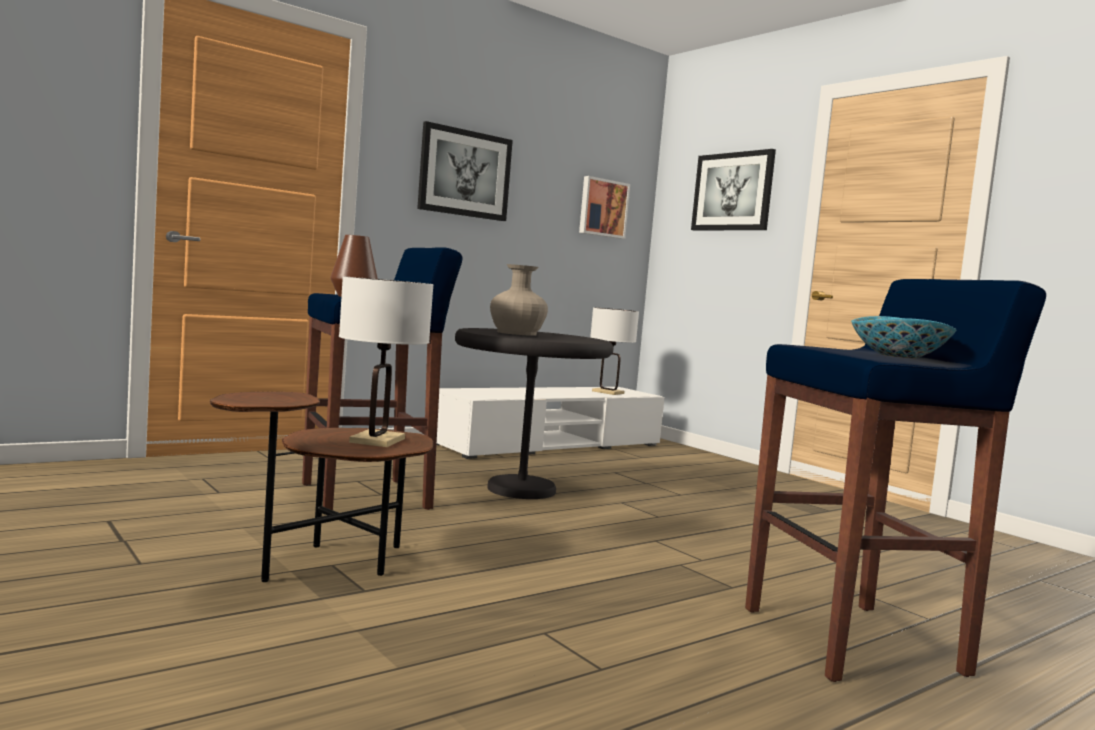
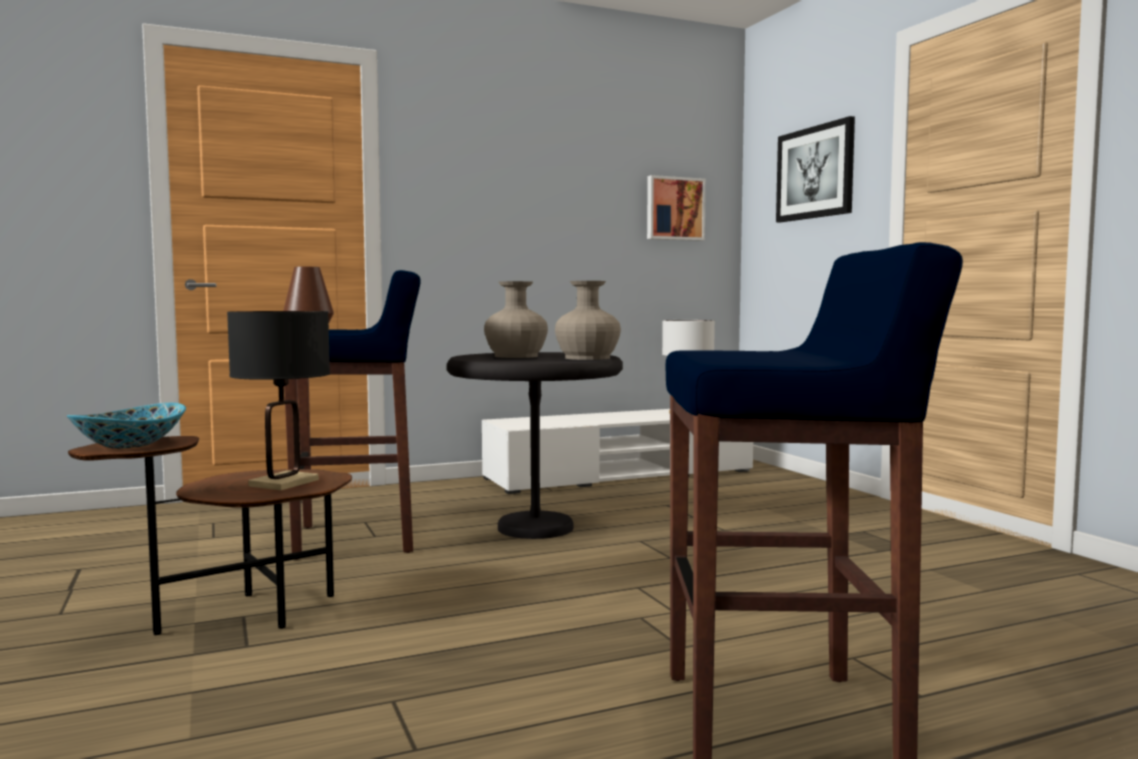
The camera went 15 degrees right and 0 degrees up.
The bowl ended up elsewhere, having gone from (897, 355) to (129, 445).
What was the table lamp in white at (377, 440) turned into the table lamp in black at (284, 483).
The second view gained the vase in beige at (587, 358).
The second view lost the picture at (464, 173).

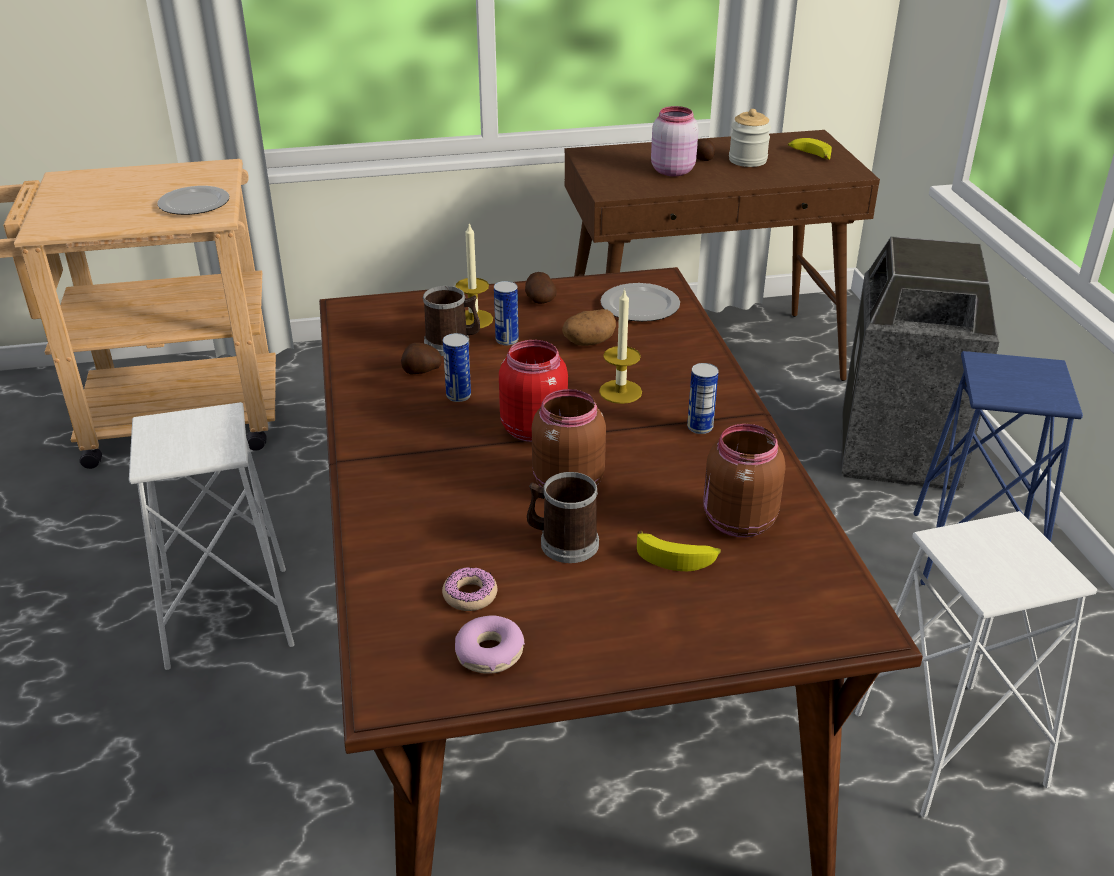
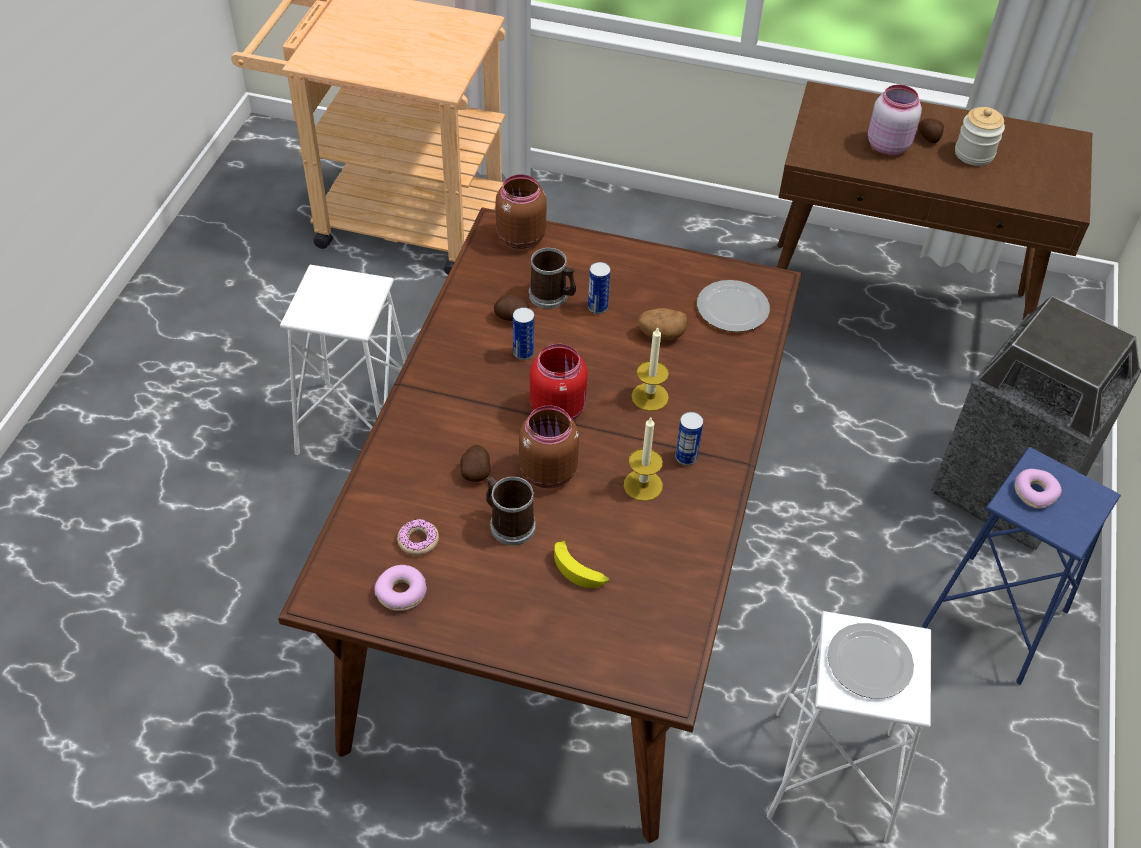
The camera went 25 degrees right and 15 degrees up.
The potato ended up elsewhere, having gone from (539, 300) to (476, 471).
The jar in brown ended up elsewhere, having gone from (736, 522) to (519, 237).
The candle ended up elsewhere, having gone from (473, 319) to (643, 485).
The plate ended up elsewhere, having gone from (194, 204) to (869, 664).
The second view gained the donut at (1034, 492).
The second view lost the banana at (809, 155).

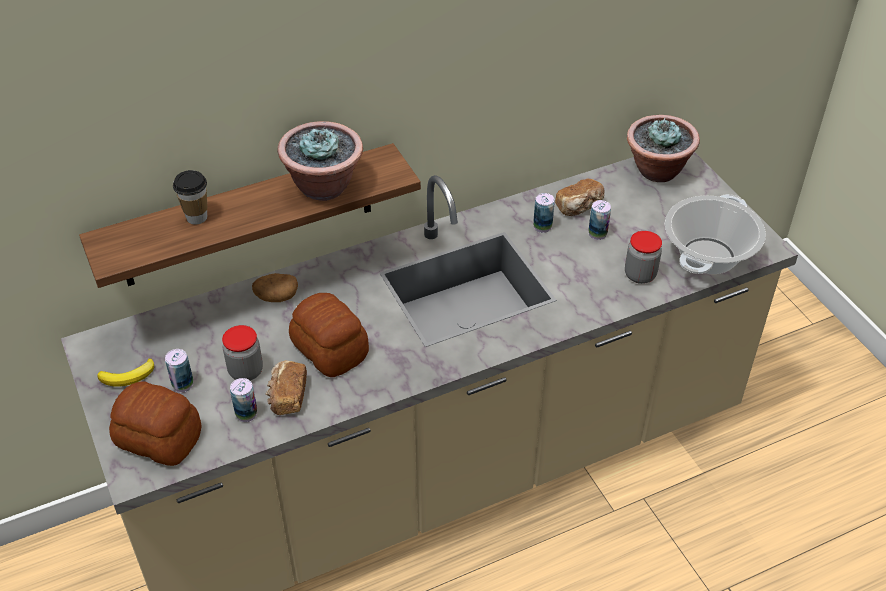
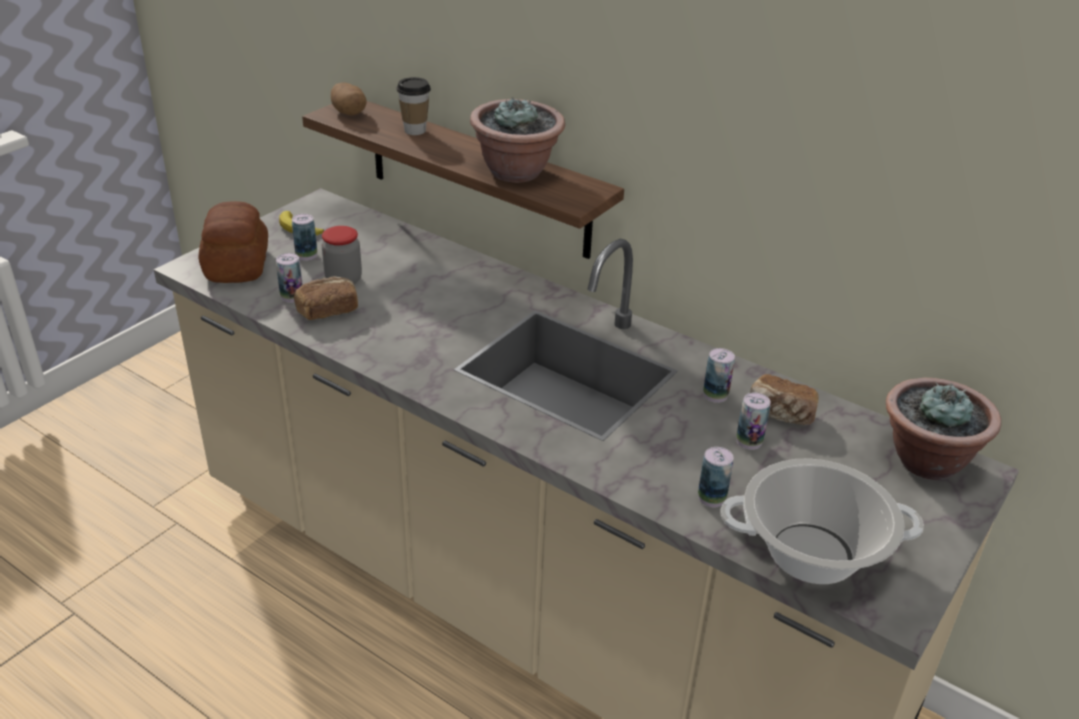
The camera went 60 degrees right and 10 degrees down.
The potato ended up elsewhere, having gone from (276, 297) to (349, 112).
Where the jar stood at (640, 275), the can came to stand at (711, 498).
The second view lost the bread at (330, 348).

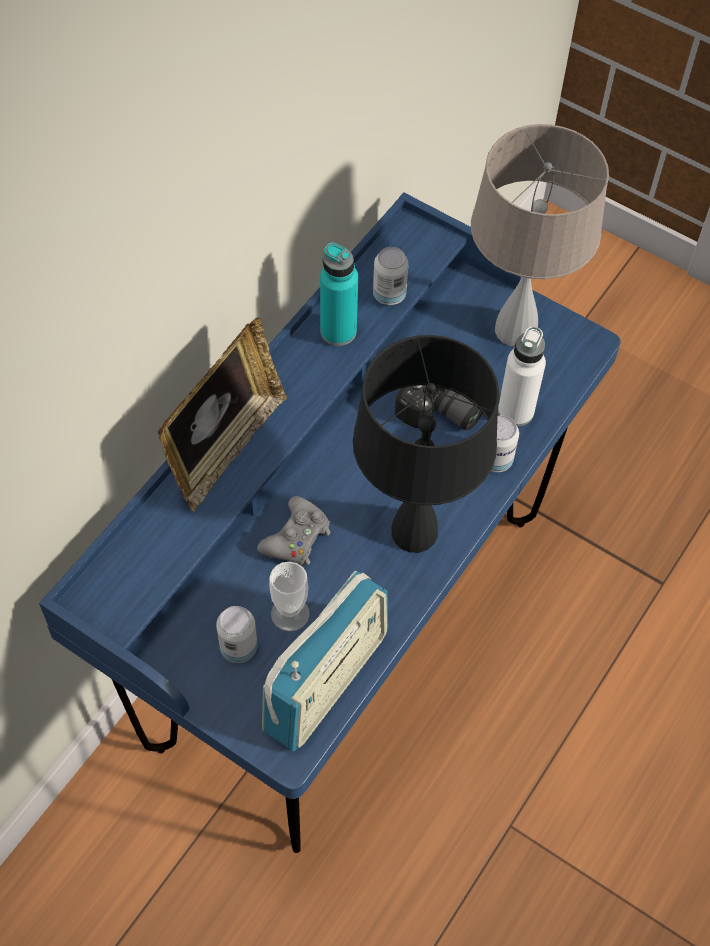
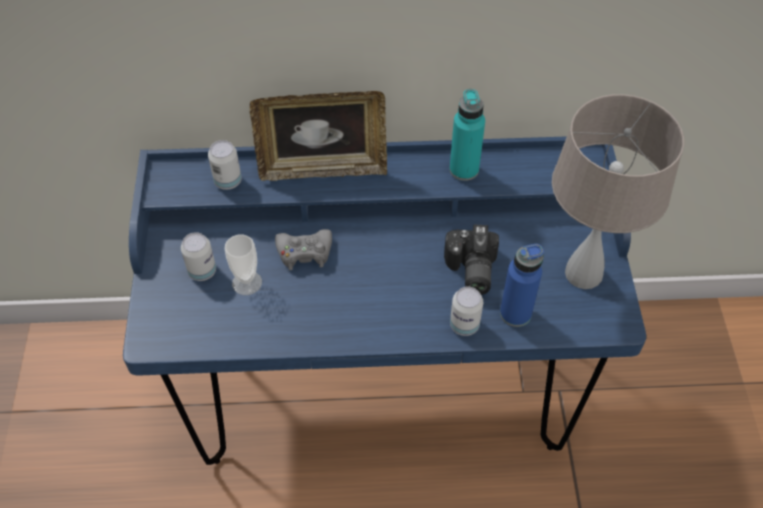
The camera went 55 degrees right and 5 degrees down.
The can ended up elsewhere, having gone from (389, 294) to (228, 181).
What was the bottle in white at (515, 411) turned into the bottle in blue at (515, 313).
The second view lost the radio at (326, 681).
The second view lost the table lamp in black at (415, 531).

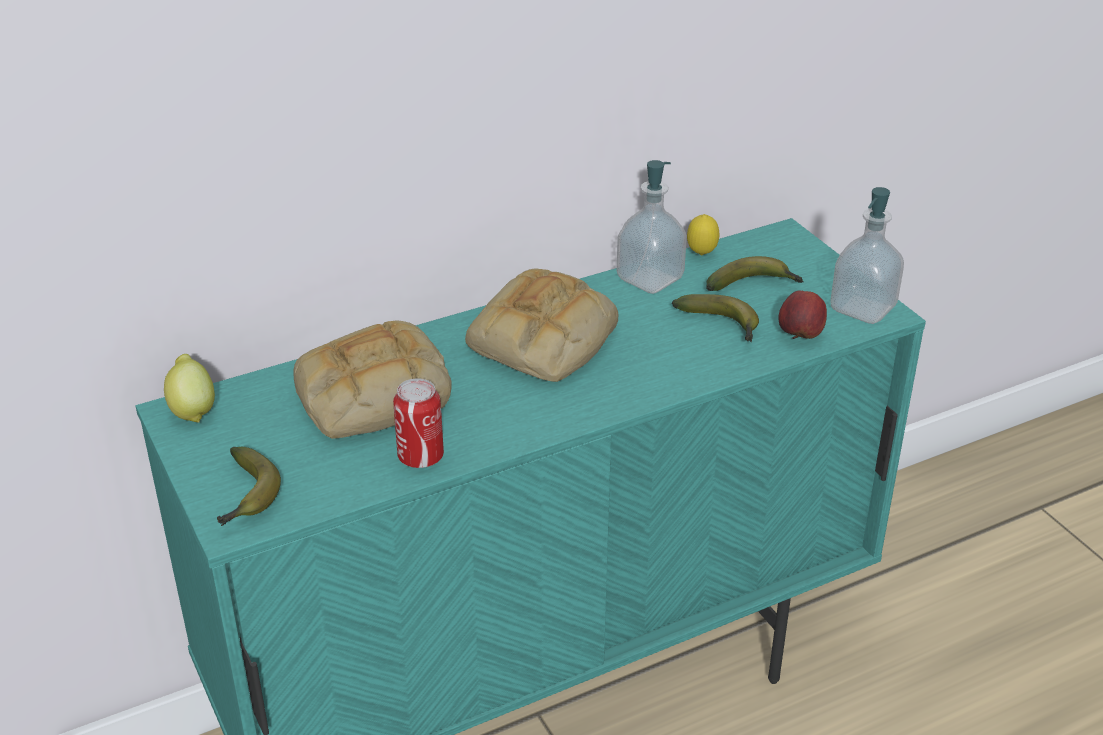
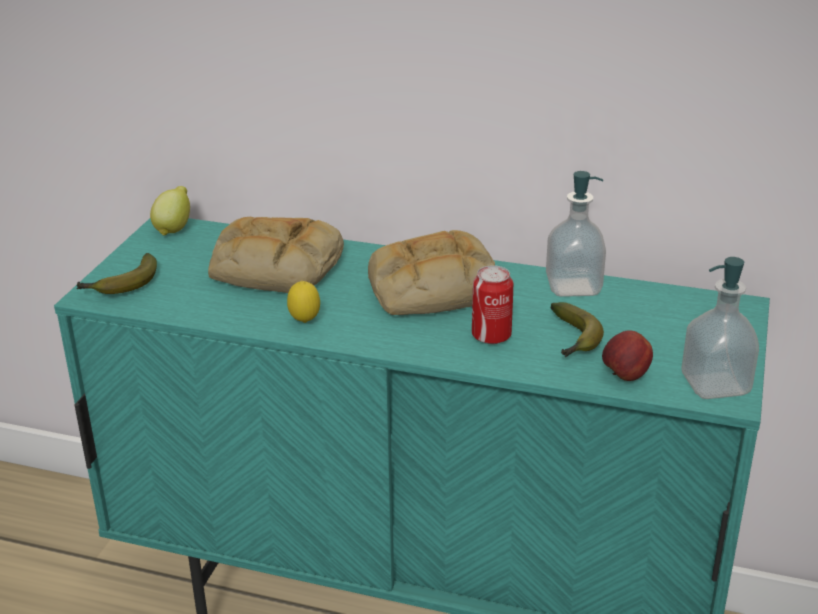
The camera went 45 degrees right and 5 degrees down.
The lemon ended up elsewhere, having gone from (701, 254) to (305, 322).
The can ended up elsewhere, having gone from (420, 457) to (491, 336).
The second view lost the banana at (754, 286).

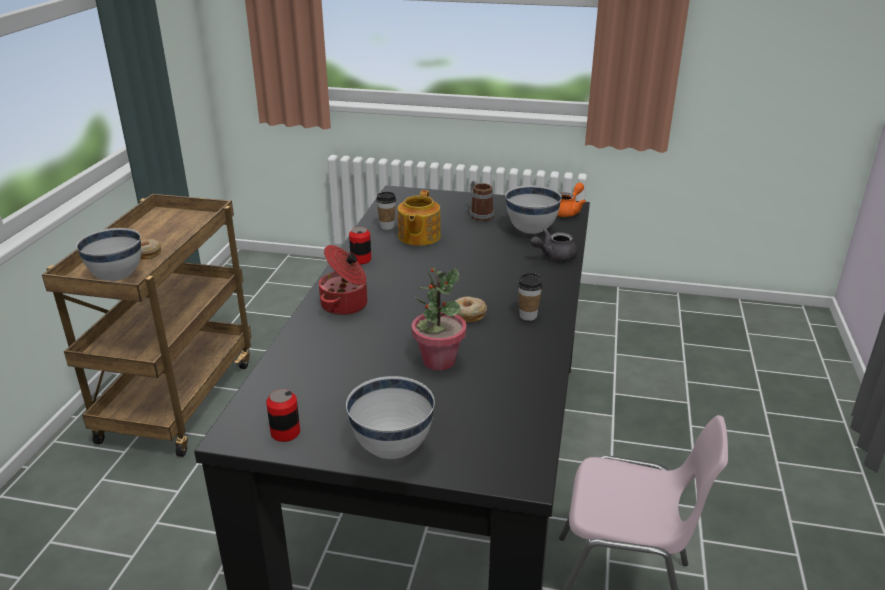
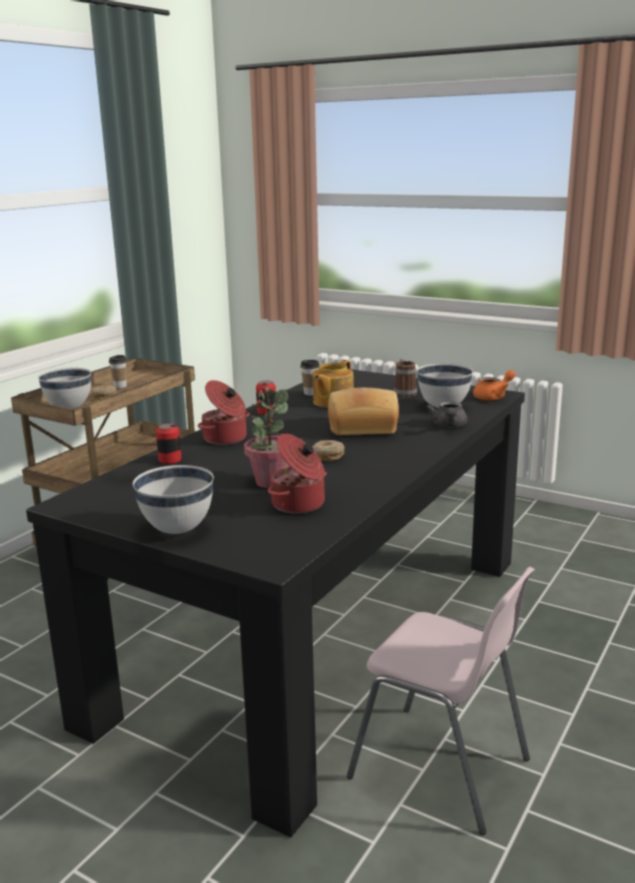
The camera went 20 degrees right and 10 degrees down.
The cup ended up elsewhere, having gone from (528, 316) to (120, 386).
The can ended up elsewhere, having gone from (285, 432) to (170, 460).
The second view gained the cooking pot at (299, 504).
The second view gained the bread at (363, 427).
The teapot in grey at (554, 256) ended up facing another way, 75 degrees counterclockwise from before.

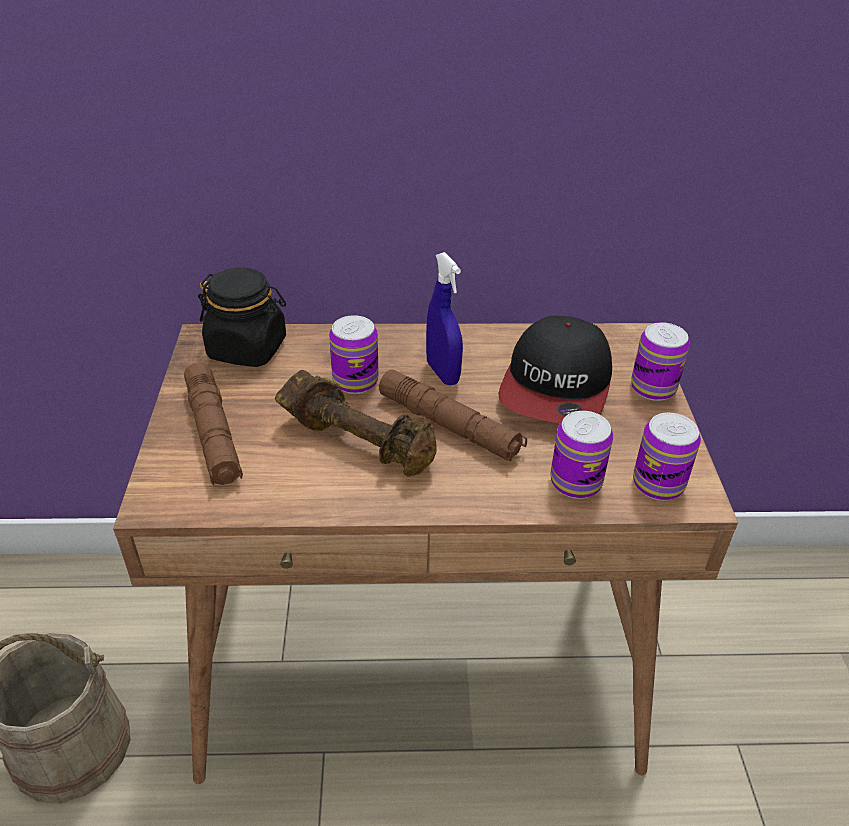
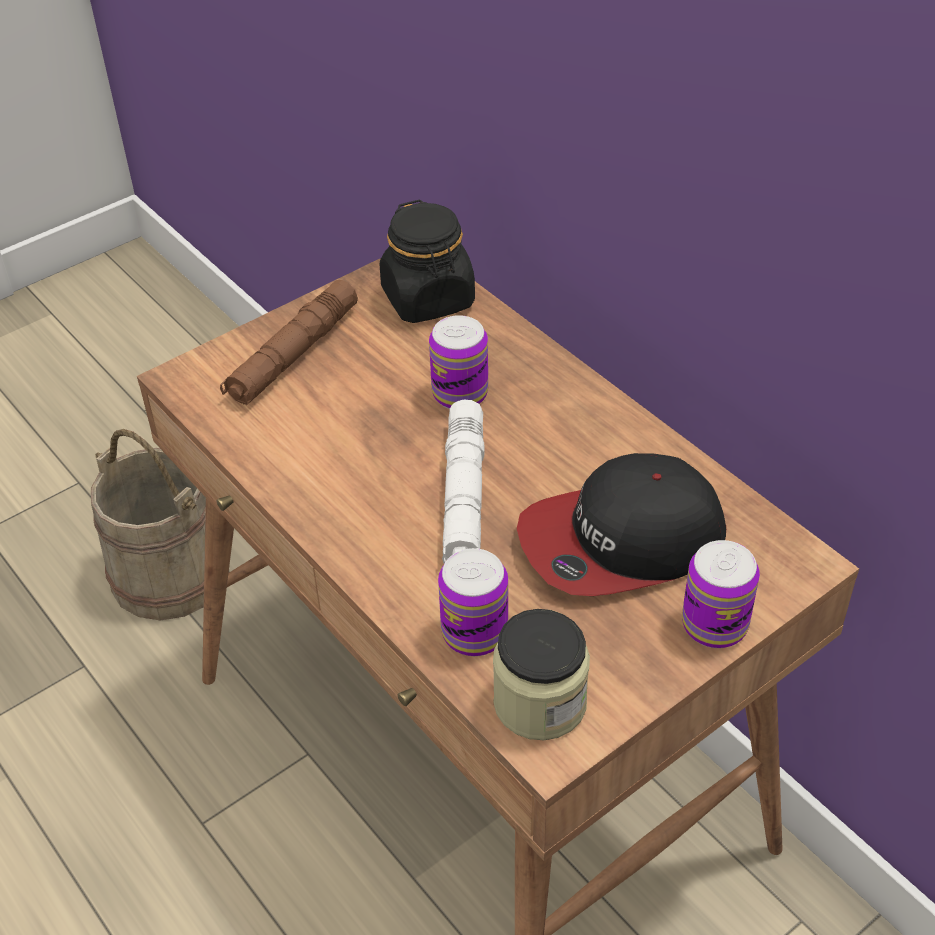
The camera went 55 degrees right and 5 degrees up.
What was the flashlight in brown at (449, 425) turned into the flashlight in white at (464, 495).
Where the can stood at (658, 484), the jar came to stand at (540, 703).
The second view lost the dumbbell in brown at (359, 442).
The second view lost the spray bottle in blue at (442, 373).

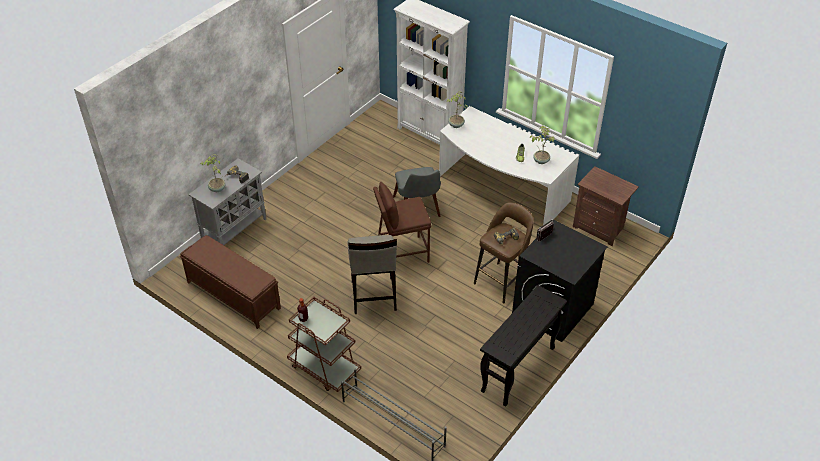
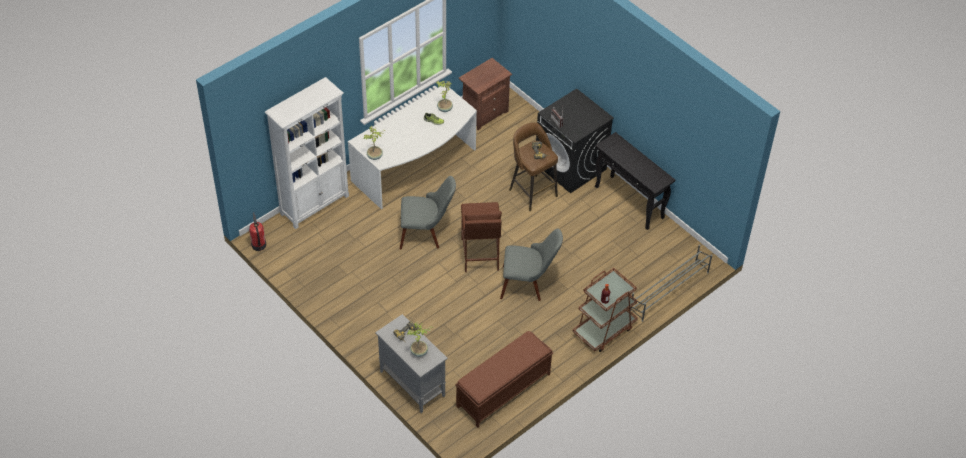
The camera went 80 degrees left and 5 degrees up.
The second view gained the fire extinguisher at (258, 245).
Where the stool in beige stood at (373, 296), the chair in grey came to stand at (528, 284).

